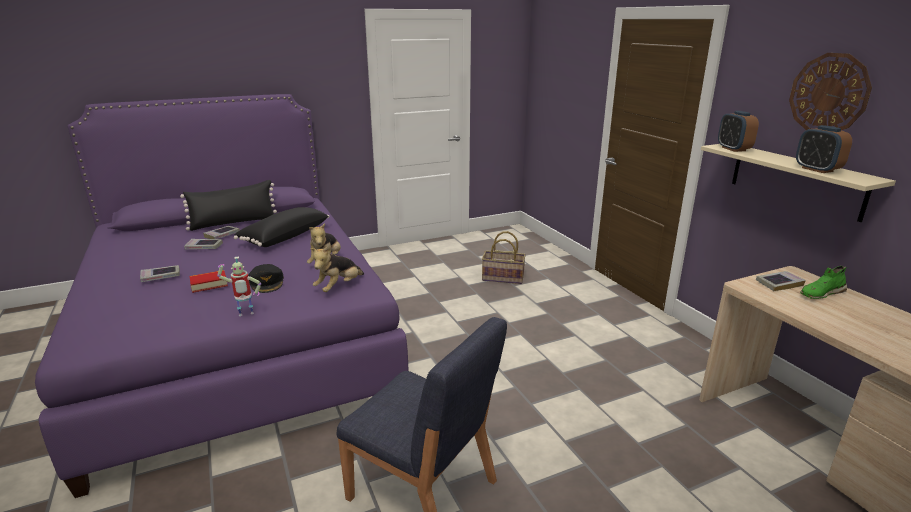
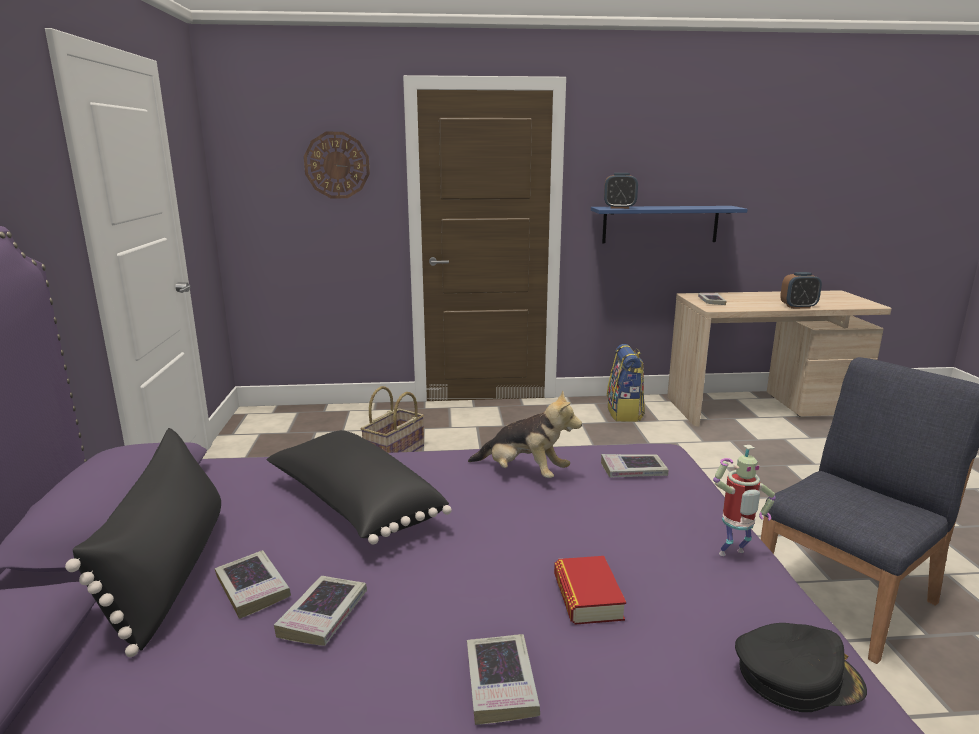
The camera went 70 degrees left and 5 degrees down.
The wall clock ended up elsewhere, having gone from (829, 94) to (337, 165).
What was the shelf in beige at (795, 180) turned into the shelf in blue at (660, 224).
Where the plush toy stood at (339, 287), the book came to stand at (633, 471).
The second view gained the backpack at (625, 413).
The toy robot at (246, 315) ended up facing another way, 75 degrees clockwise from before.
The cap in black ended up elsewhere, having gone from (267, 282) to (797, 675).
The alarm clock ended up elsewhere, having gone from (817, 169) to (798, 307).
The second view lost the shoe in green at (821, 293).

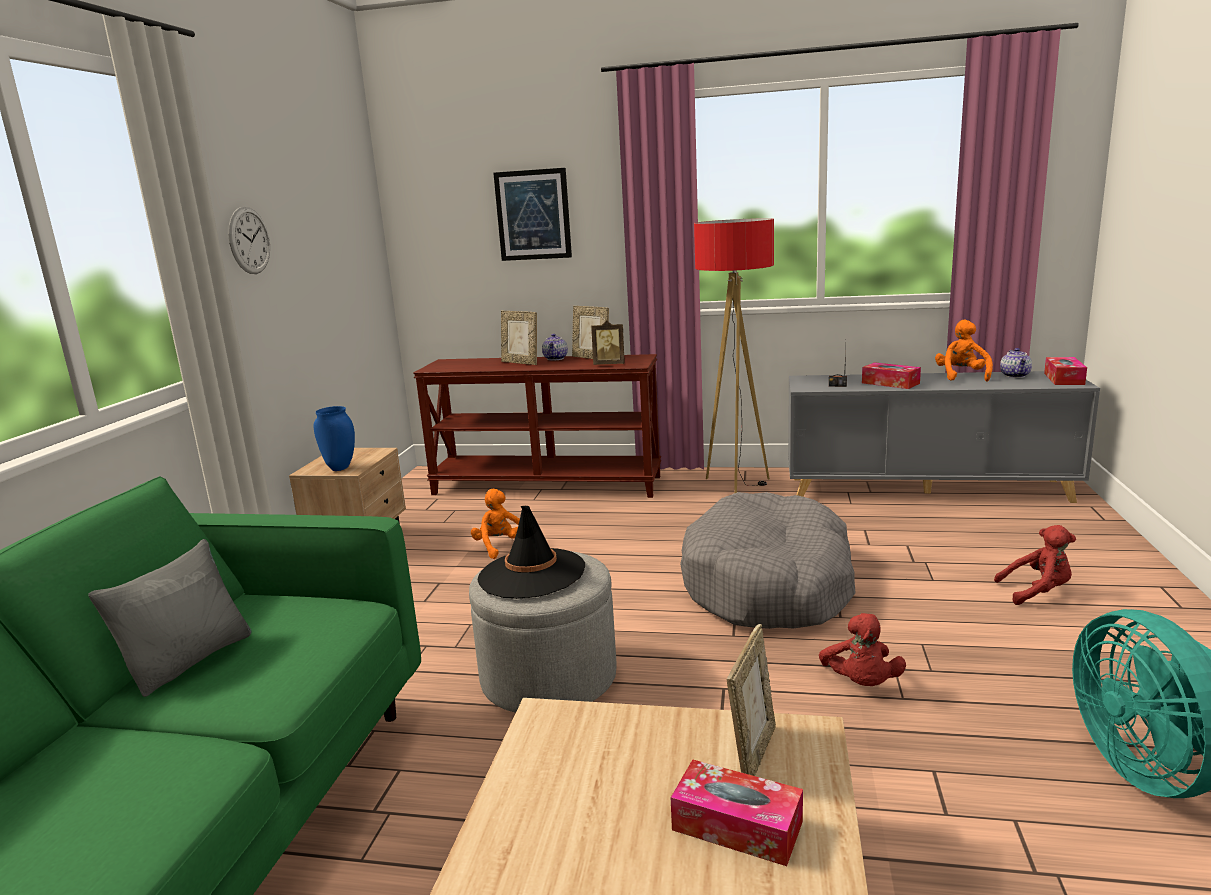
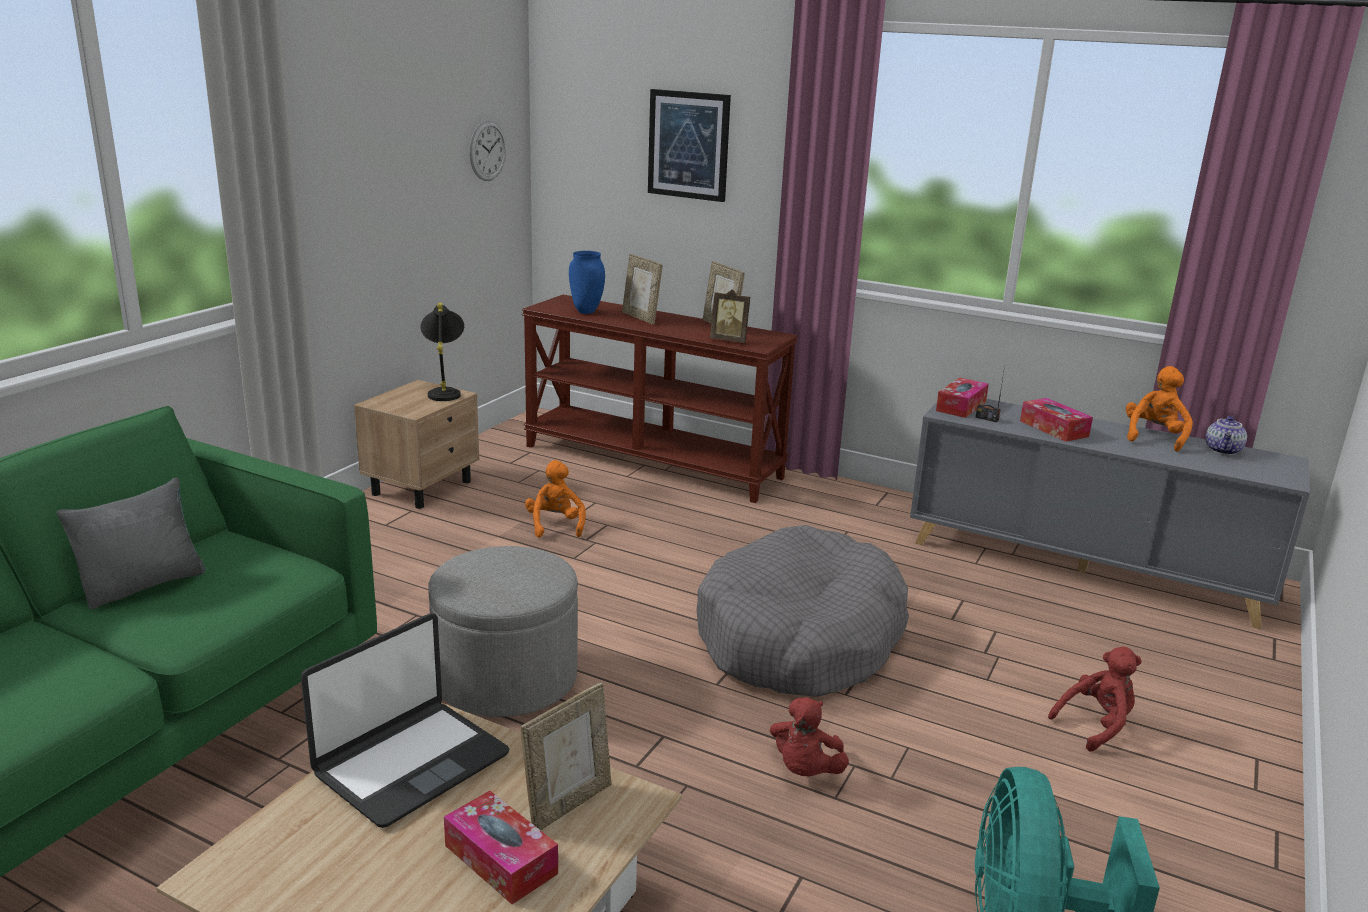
The camera went 15 degrees right and 5 degrees up.
The second view gained the laptop at (410, 763).
The second view gained the table lamp in black at (445, 392).
The wall clock ended up elsewhere, having gone from (249, 240) to (487, 151).
The vase in blue ended up elsewhere, having gone from (341, 468) to (587, 311).
The tissue box ended up elsewhere, having gone from (1064, 379) to (961, 406).
The plush toy in red at (1037, 592) ended up facing another way, 45 degrees counterclockwise from before.
The second view lost the hat in black at (531, 574).
The second view lost the teapot at (556, 358).
The second view lost the floor lamp at (737, 485).

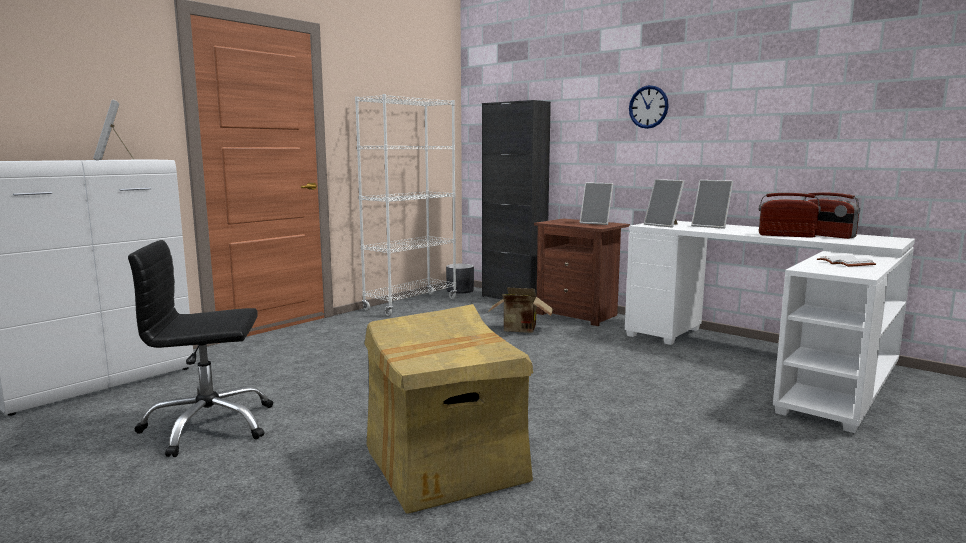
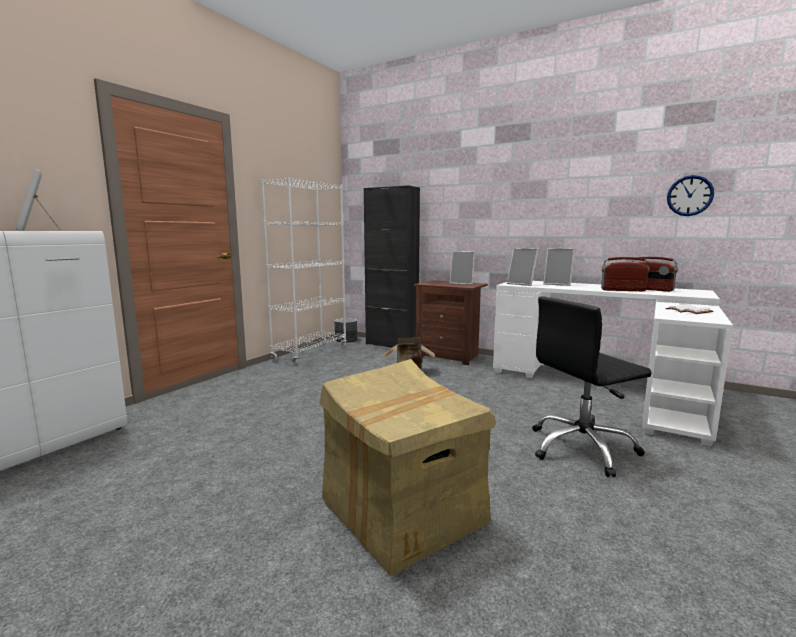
The camera went 10 degrees left and 0 degrees up.
The office chair in black ended up elsewhere, having gone from (209, 426) to (582, 448).
The wall clock ended up elsewhere, having gone from (648, 107) to (689, 195).

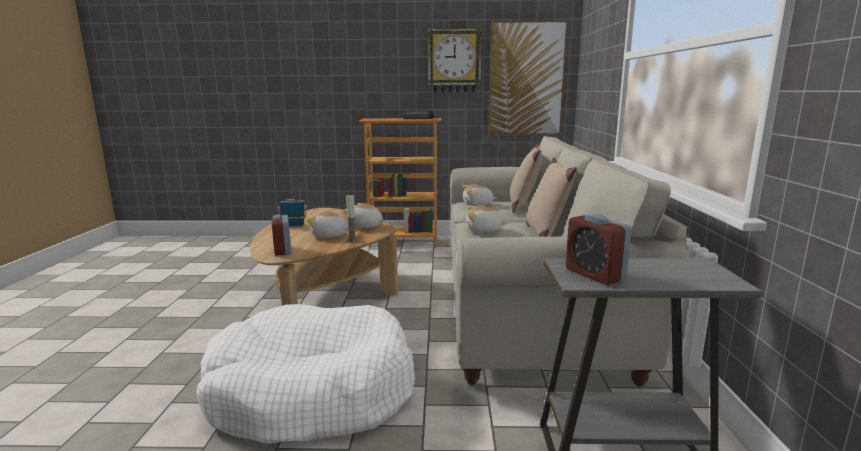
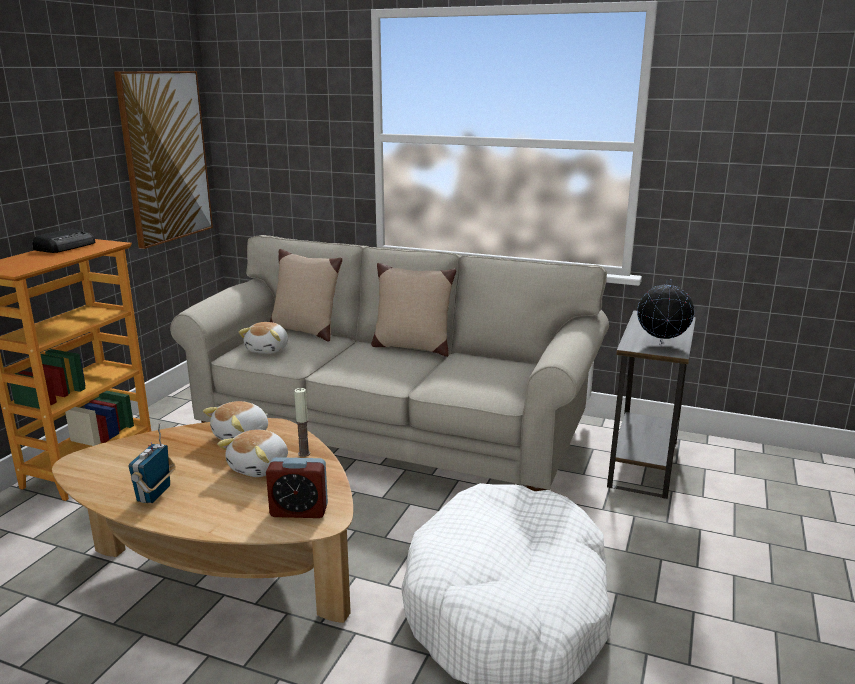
The camera went 70 degrees left and 5 degrees up.
Where the alarm clock stood at (594, 275), the globe came to stand at (661, 344).
The second view lost the wall clock at (454, 61).
The second view lost the plush toy at (483, 230).

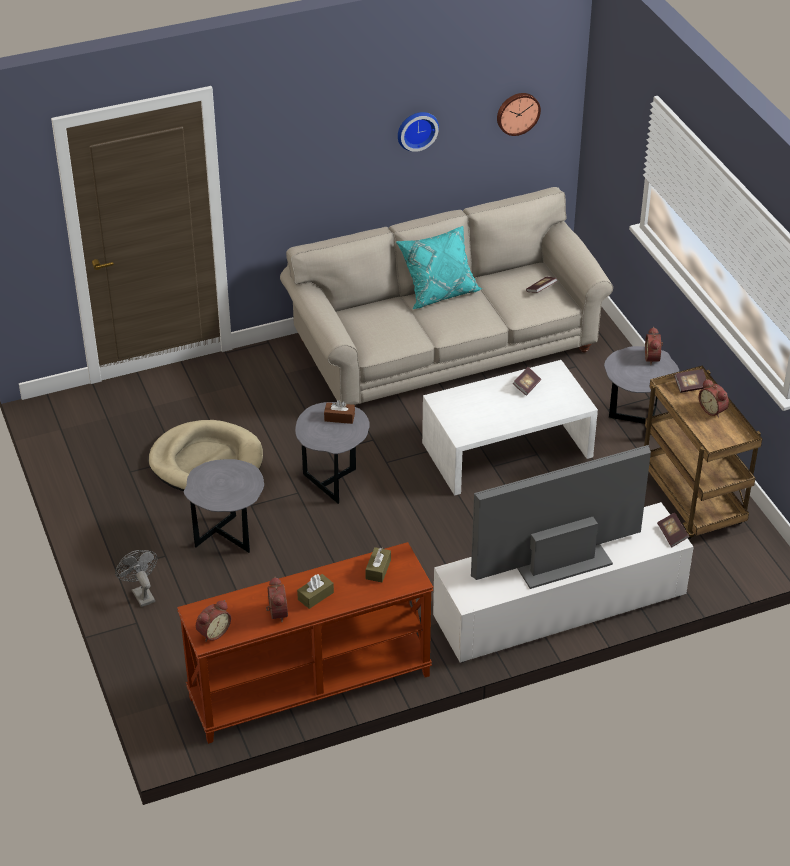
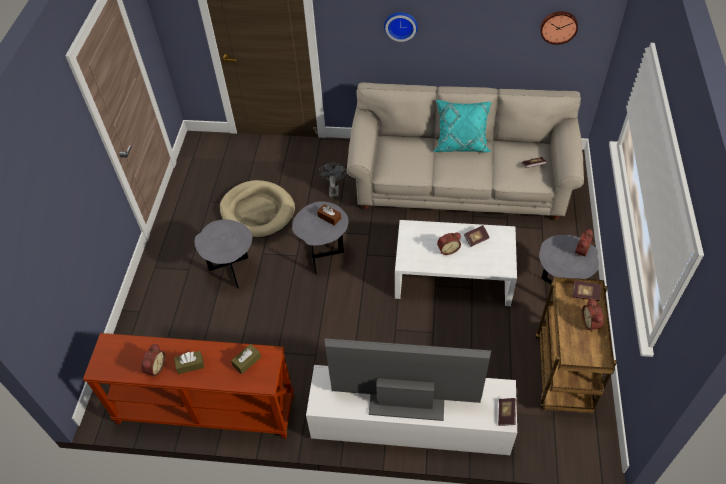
The camera went 30 degrees right and 10 degrees up.
The fan in grey ended up elsewhere, having gone from (141, 594) to (333, 189).
The wall clock ended up elsewhere, having gone from (416, 129) to (401, 25).
The alarm clock ended up elsewhere, having gone from (213, 632) to (447, 249).

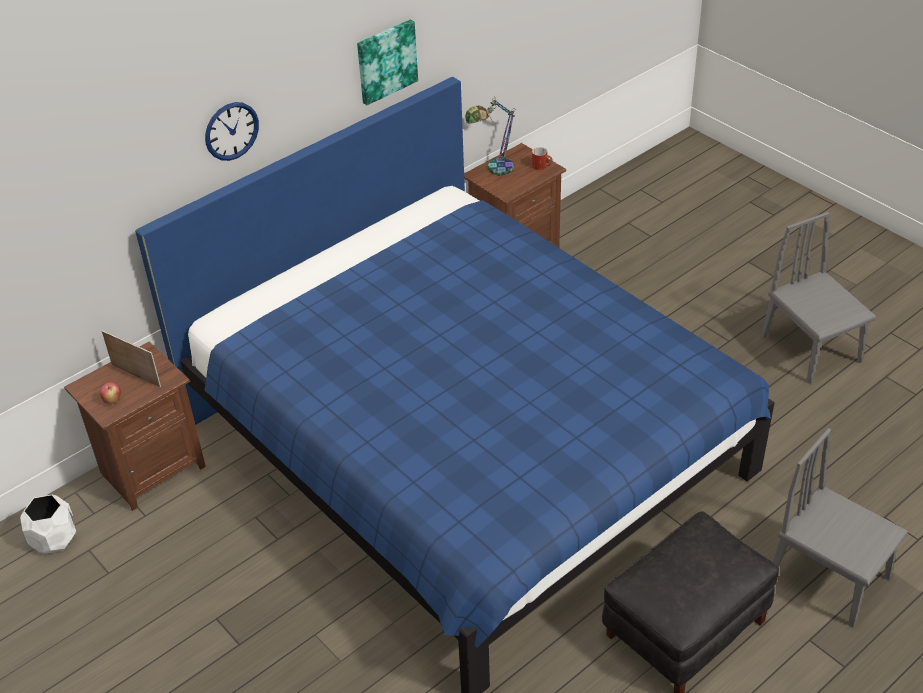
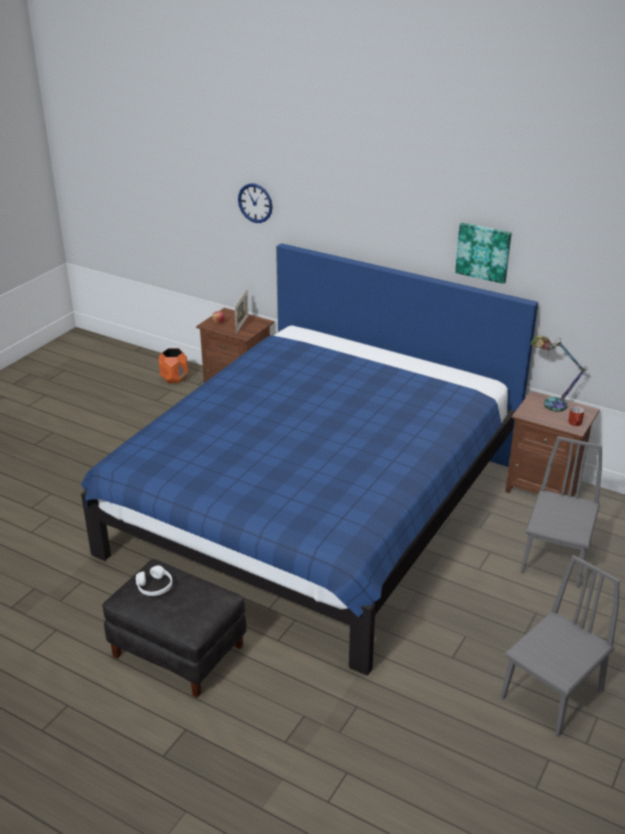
The camera went 70 degrees right and 10 degrees down.
The second view gained the headphones in white at (155, 586).
What was the planter in white at (54, 539) turned into the planter in orange at (175, 378).
The wall clock ended up elsewhere, having gone from (231, 131) to (255, 203).
The chair in grey ended up elsewhere, having gone from (829, 578) to (556, 558).

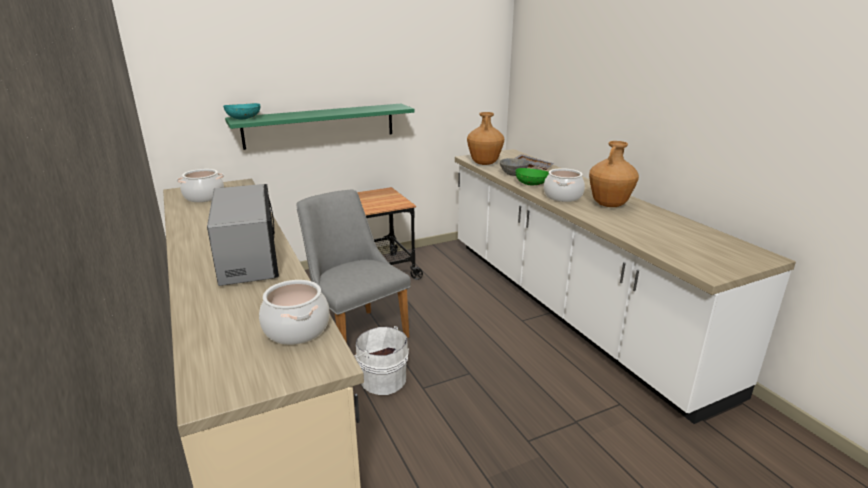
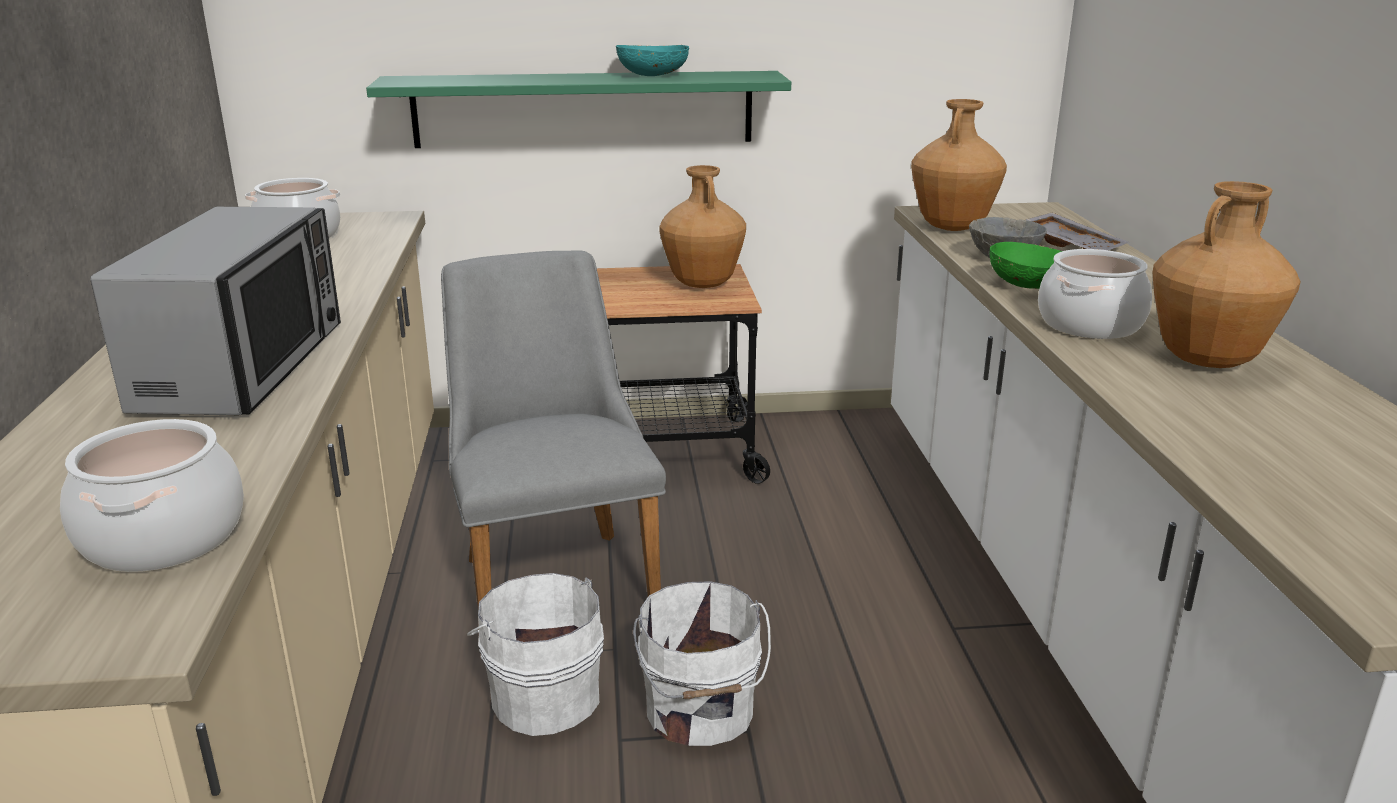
The camera went 20 degrees right and 0 degrees up.
The bowl in turquoise ended up elsewhere, having gone from (243, 118) to (653, 75).
The second view gained the bucket in white at (700, 713).
The second view gained the vase in brown at (703, 284).

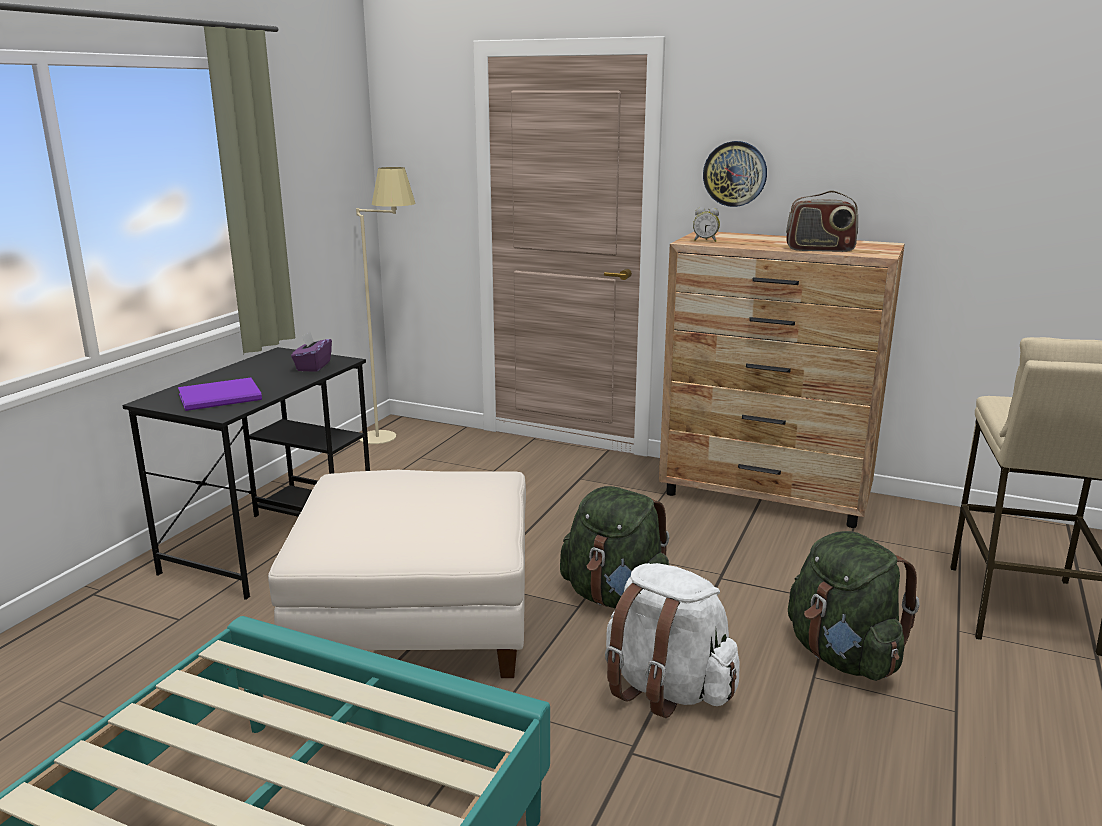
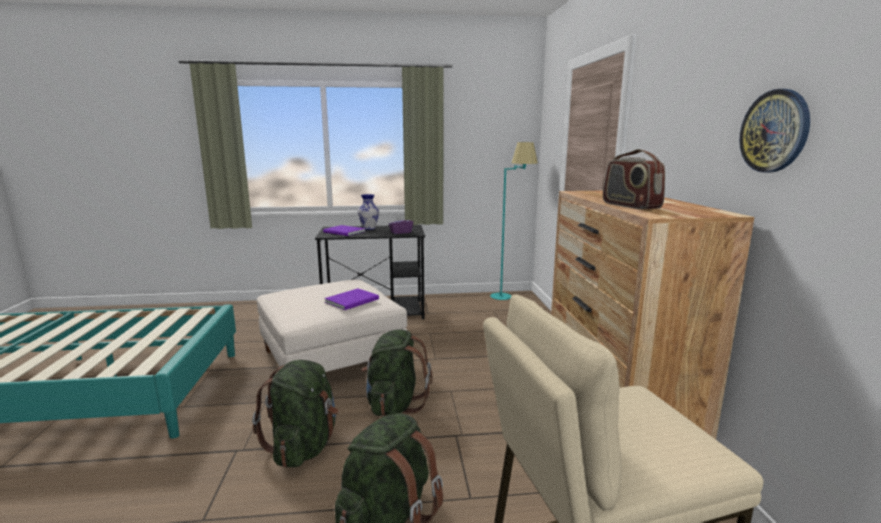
The camera went 60 degrees right and 5 degrees down.
What was the backpack in white at (665, 689) turned into the backpack in green at (304, 446).
The second view gained the book in purple at (354, 300).
The second view gained the vase at (368, 228).
What was the floor lamp in beige at (393, 433) turned into the floor lamp in turquoise at (510, 297).
The wall clock ended up elsewhere, having gone from (735, 174) to (774, 131).
The second view lost the alarm clock at (705, 240).

